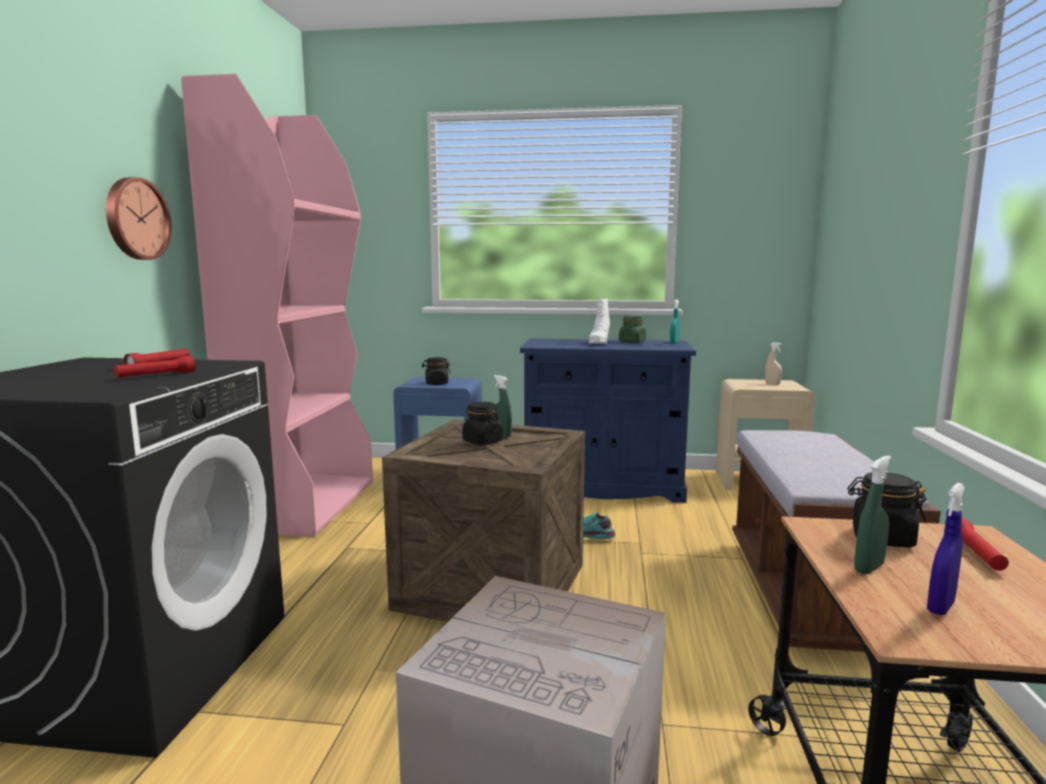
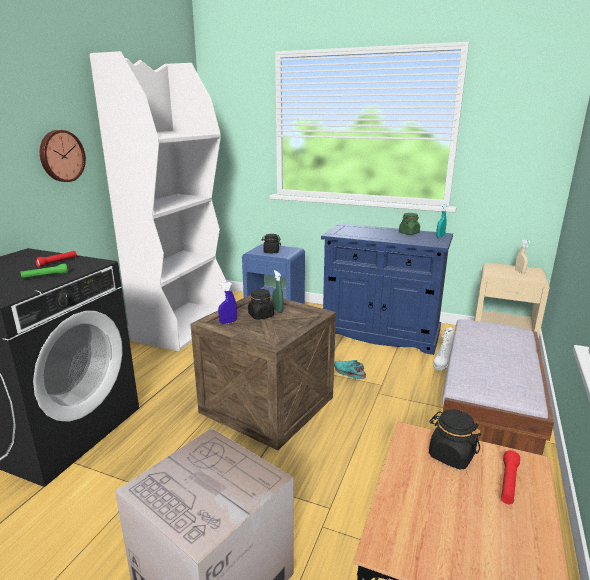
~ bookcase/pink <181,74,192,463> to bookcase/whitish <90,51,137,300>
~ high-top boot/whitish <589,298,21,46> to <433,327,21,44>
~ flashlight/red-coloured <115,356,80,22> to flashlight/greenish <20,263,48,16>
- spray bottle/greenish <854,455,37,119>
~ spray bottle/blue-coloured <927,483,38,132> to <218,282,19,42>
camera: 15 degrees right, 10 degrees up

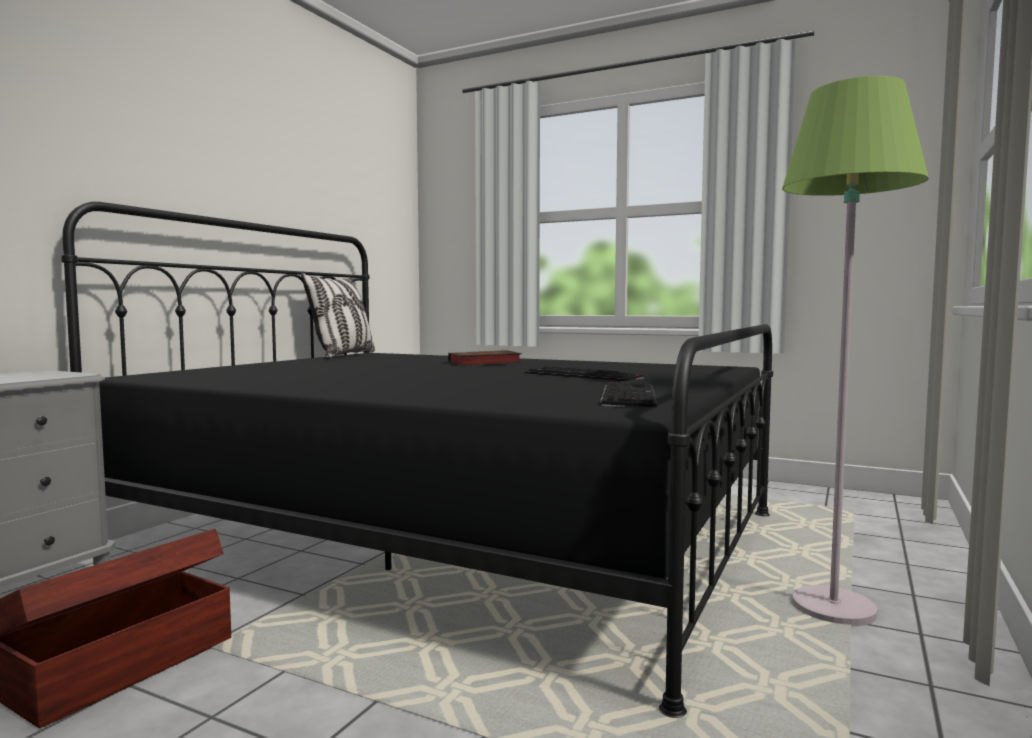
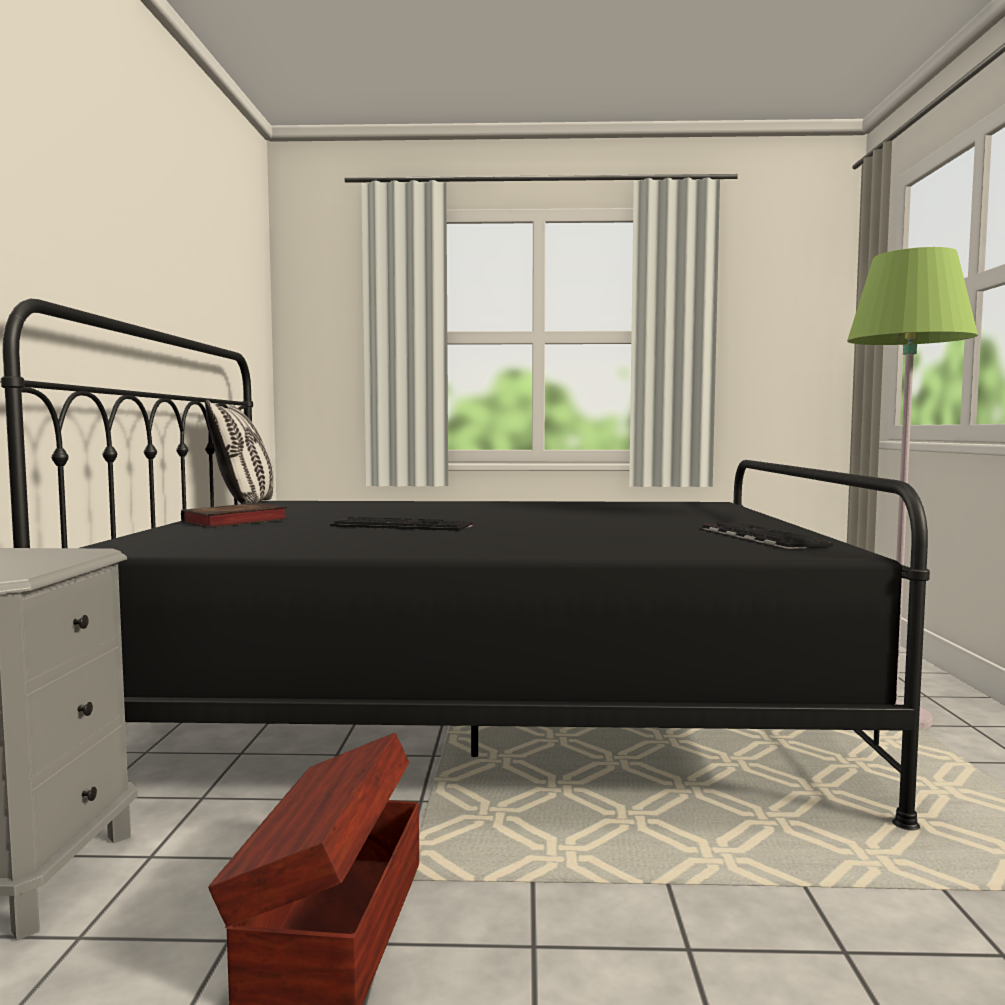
~ bound book <448,350,74,16> to <181,503,107,25>
~ computer keyboard <525,366,119,15> to <330,517,143,14>
camera: 25 degrees left, 0 degrees up

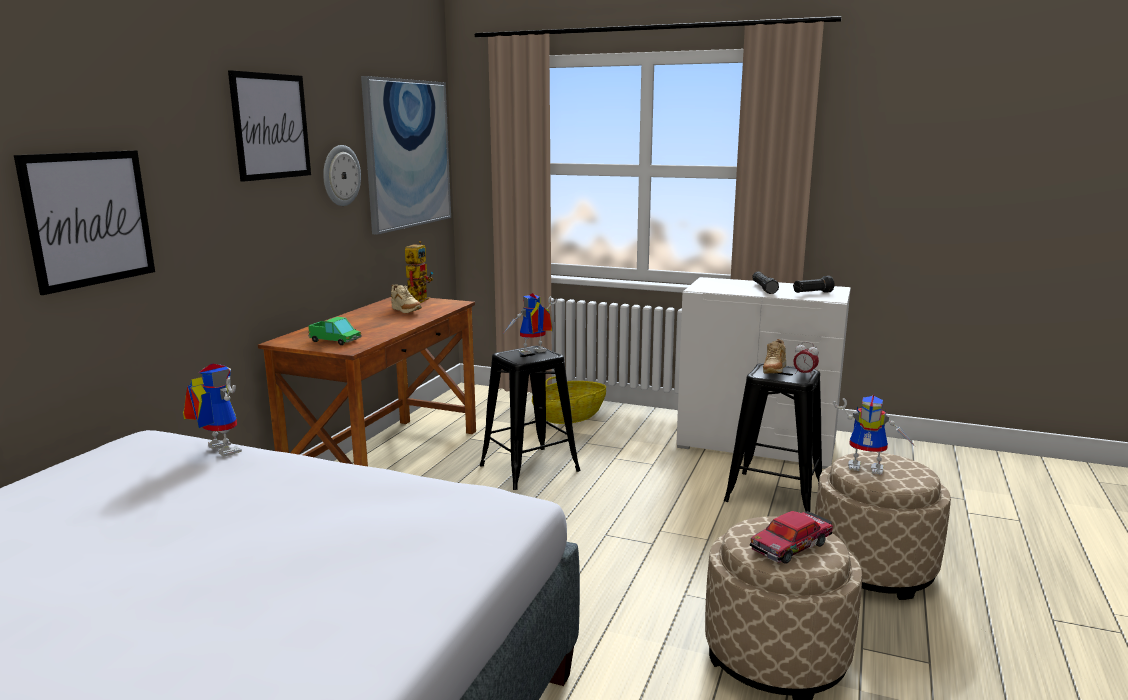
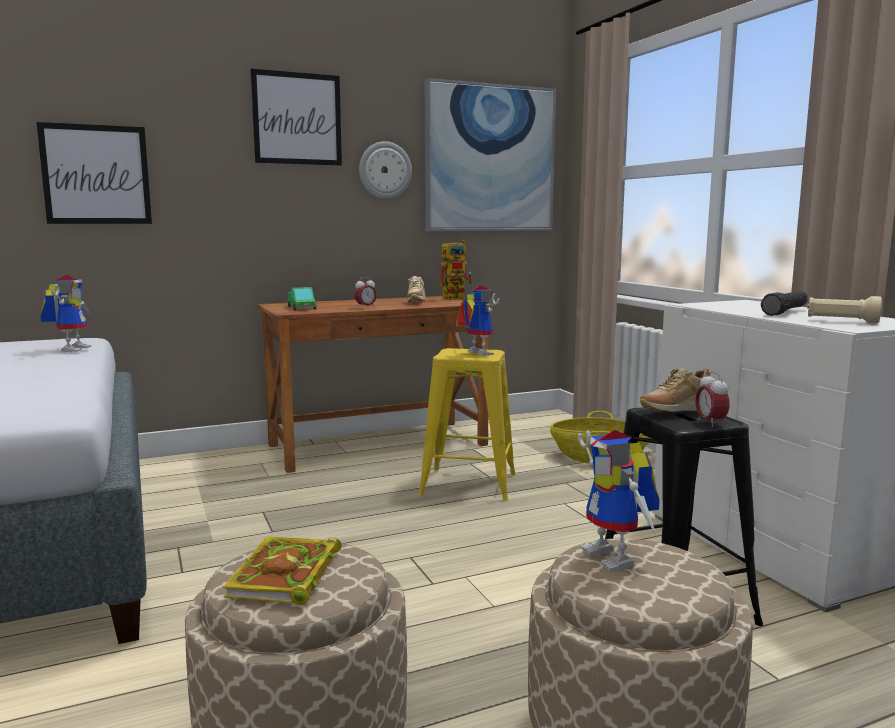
~ flashlight/black-coloured <793,276,42,17> to flashlight/sand-coloured <807,296,75,28>
~ model robot <504,293,53,62> = <456,286,43,70> 45 degrees clockwise
~ stool/black-coloured <480,346,100,144> to stool/yellow <418,348,98,153>
~ toy car <750,511,83,53> to bound book <223,537,119,68>
+ bedside clock <354,277,23,31>
camera: 45 degrees right, 5 degrees down

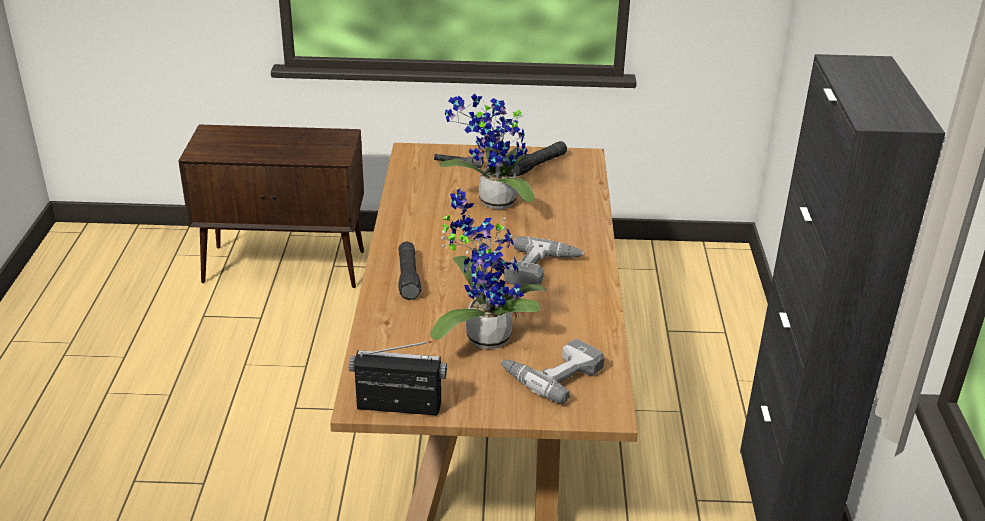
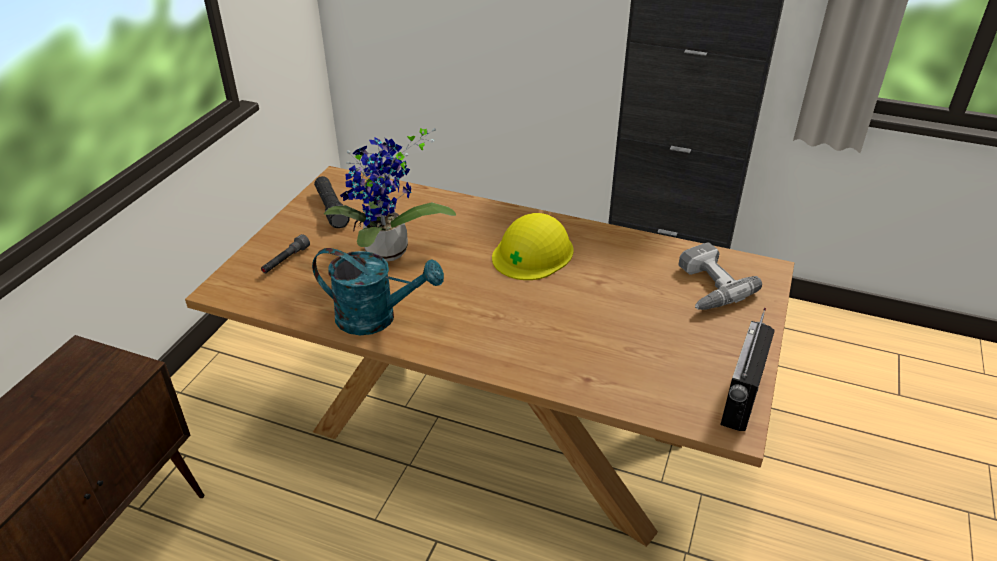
- potted plant <430,188,117,161>
~ electric drill <504,236,80,49> to hard hat/yellow <492,213,82,67>
- flashlight/black-coloured <398,241,23,59>
+ sprinkling can/turquoise <312,248,132,87>
camera: 70 degrees left, 5 degrees up

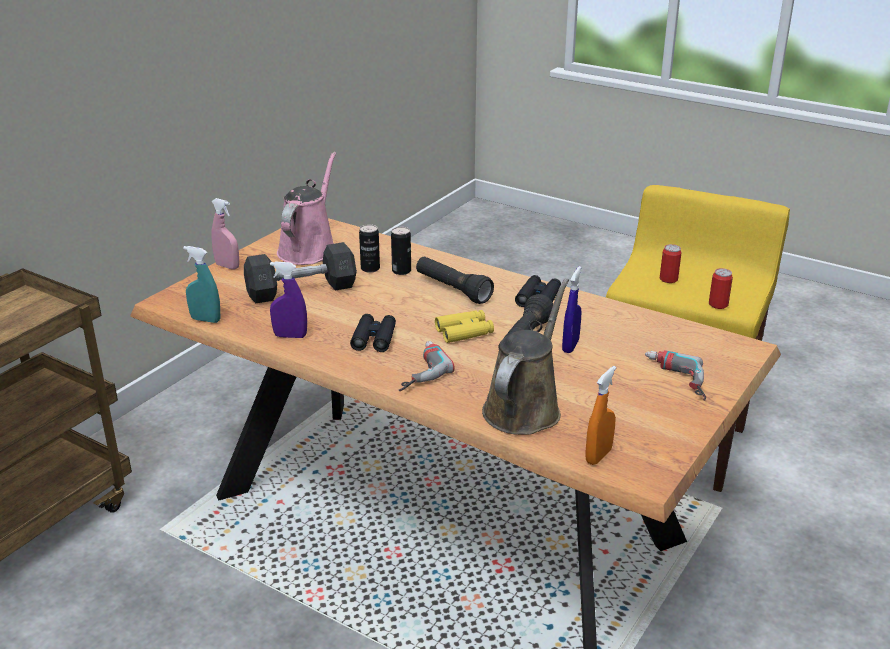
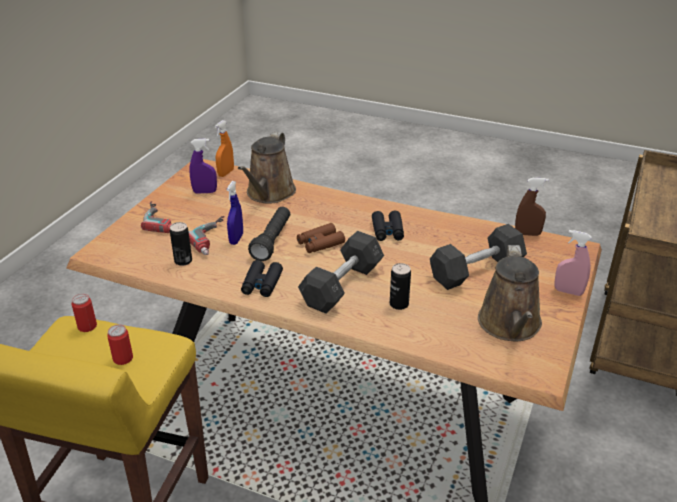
~ sprinkling can/pink <277,152,59,113> to sprinkling can/brown <478,245,64,96>
~ can <359,224,21,49> to <170,222,22,44>
~ spray bottle/turquoise <183,246,37,77> to spray bottle/brown <515,178,34,58>
~ flashlight/black-coloured <416,257,78,47> to free weight/greyish <298,231,86,83>
~ spray bottle/purple-coloured <270,262,37,76> to <189,138,28,56>
~ pair of binoculars/yellow <435,310,59,33> to pair of binoculars/brown <297,223,48,30>
~ electric drill <399,341,55,50> to <189,216,35,39>
camera: 170 degrees right, 5 degrees up

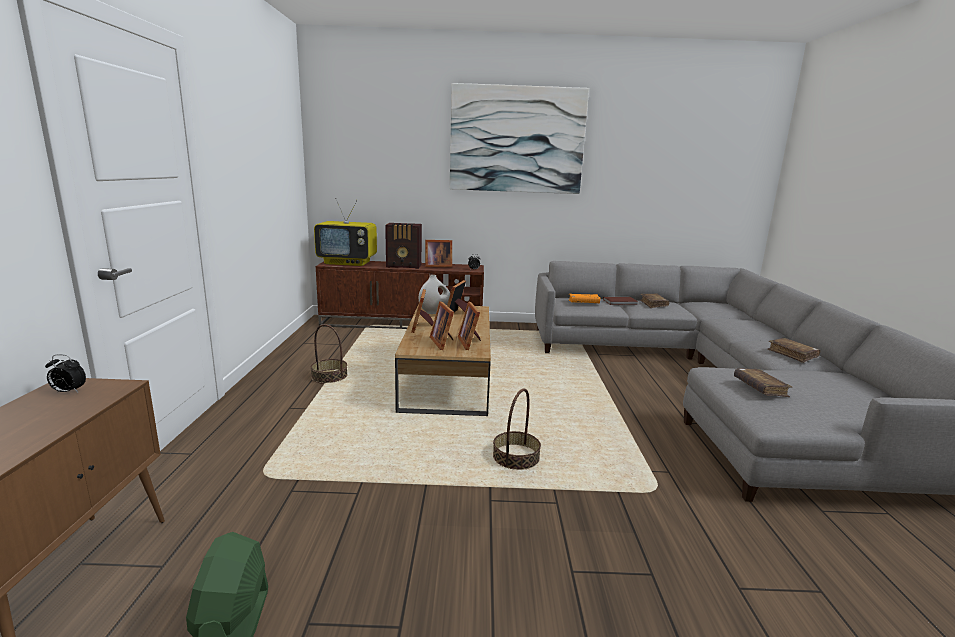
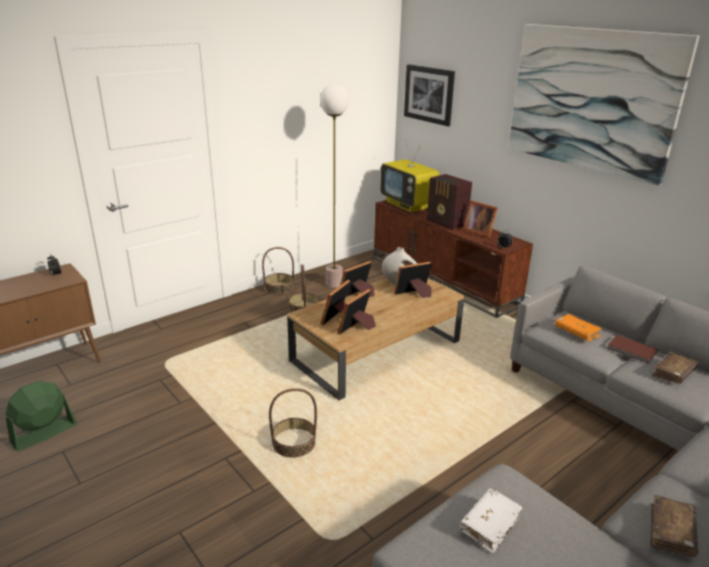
~ bound book/brown <734,368,58,29> to bound book/whitish <460,488,63,65>
+ wall picture <404,64,51,62>
+ standing lamp <320,84,29,204>
+ storage basket <262,247,32,48>
camera: 50 degrees right, 10 degrees up

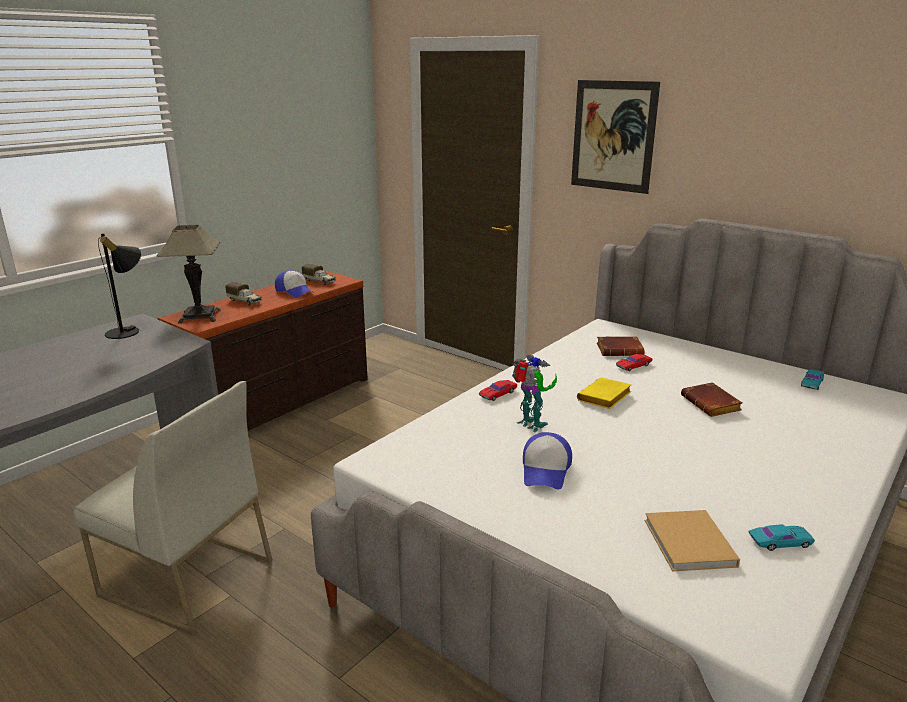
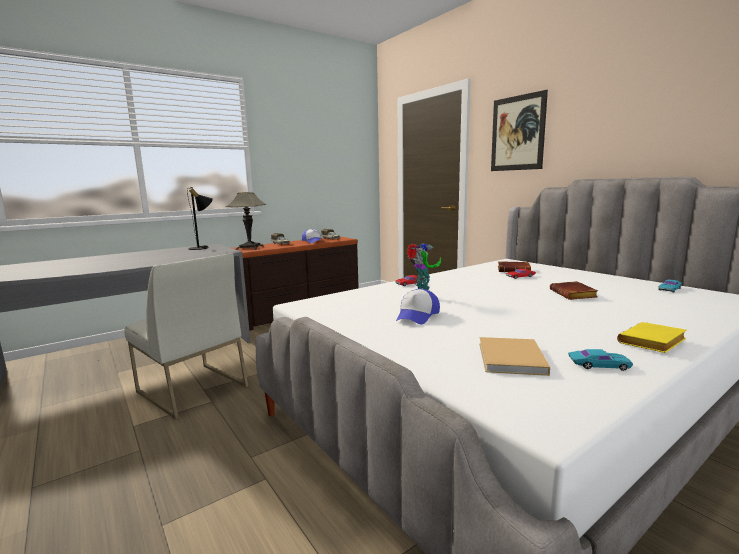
~ bound book/yellow <577,377,54,32> to <617,322,70,31>
camera: 15 degrees right, 10 degrees down

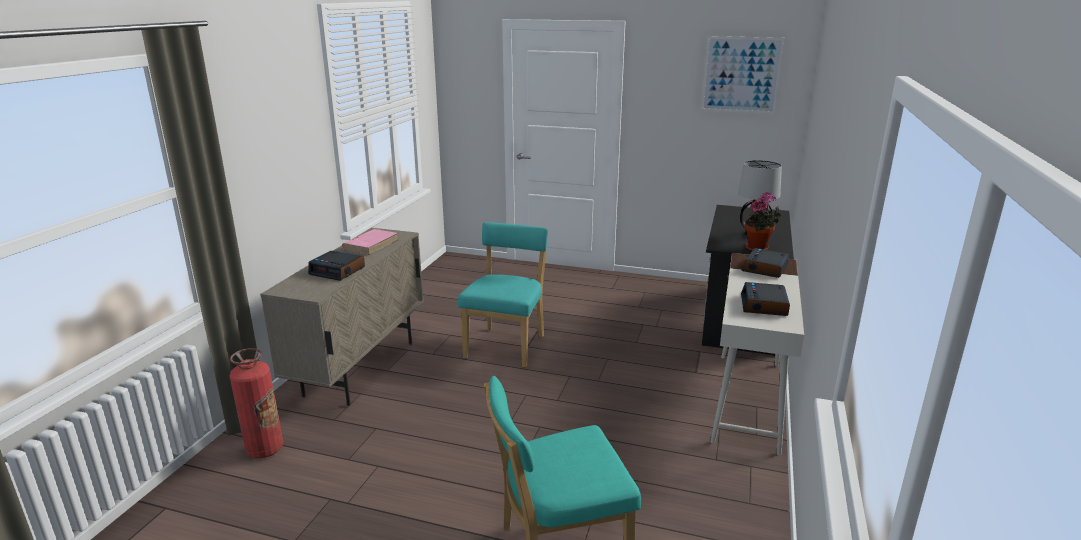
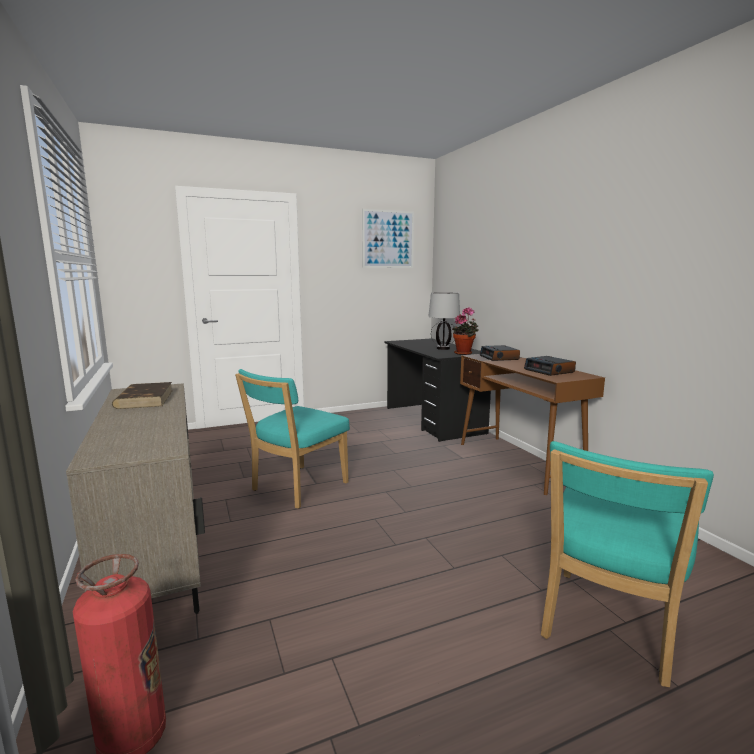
~ plain chair/turquoise <458,222,90,145> = <235,369,115,140> 120 degrees counterclockwise
~ bound book/pink <342,229,56,26> to bound book/brown <112,382,60,27>
- bedside clock <308,251,57,30>
~ desk table/whitish <711,253,93,203> to desk table/brown <460,354,145,141>
camera: 40 degrees left, 10 degrees down

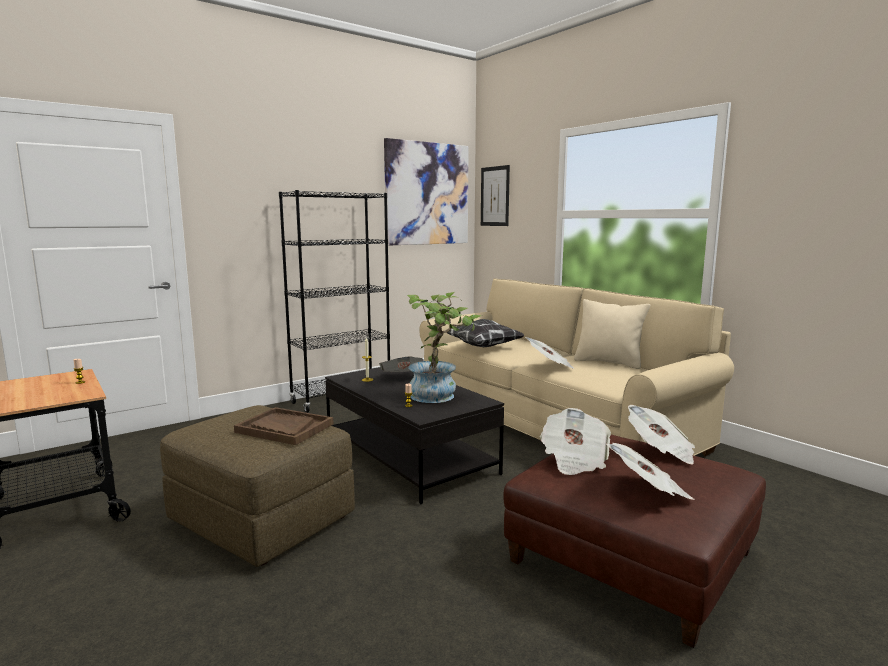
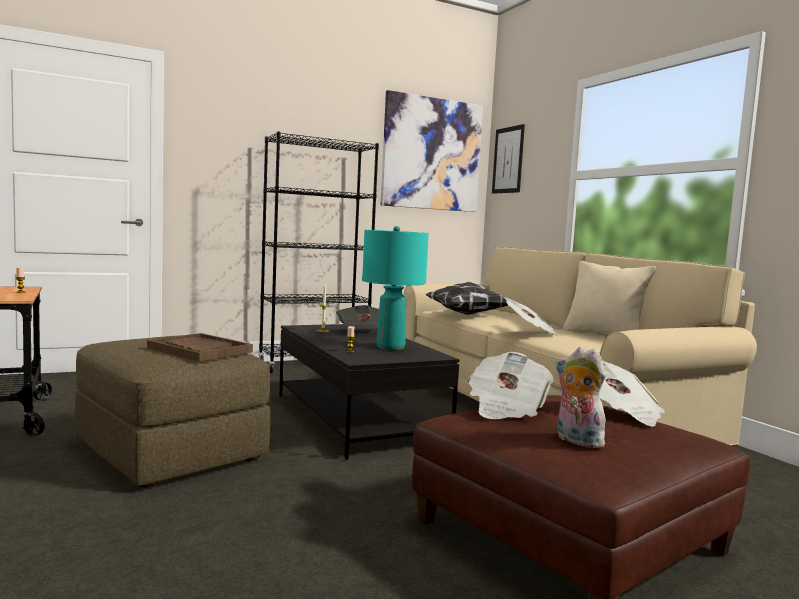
~ potted plant <407,292,75,111> to table lamp/turquoise <362,226,67,124>
~ newspaper <606,443,88,57> to soft toy <555,347,56,101>
camera: 10 degrees right, 5 degrees down

